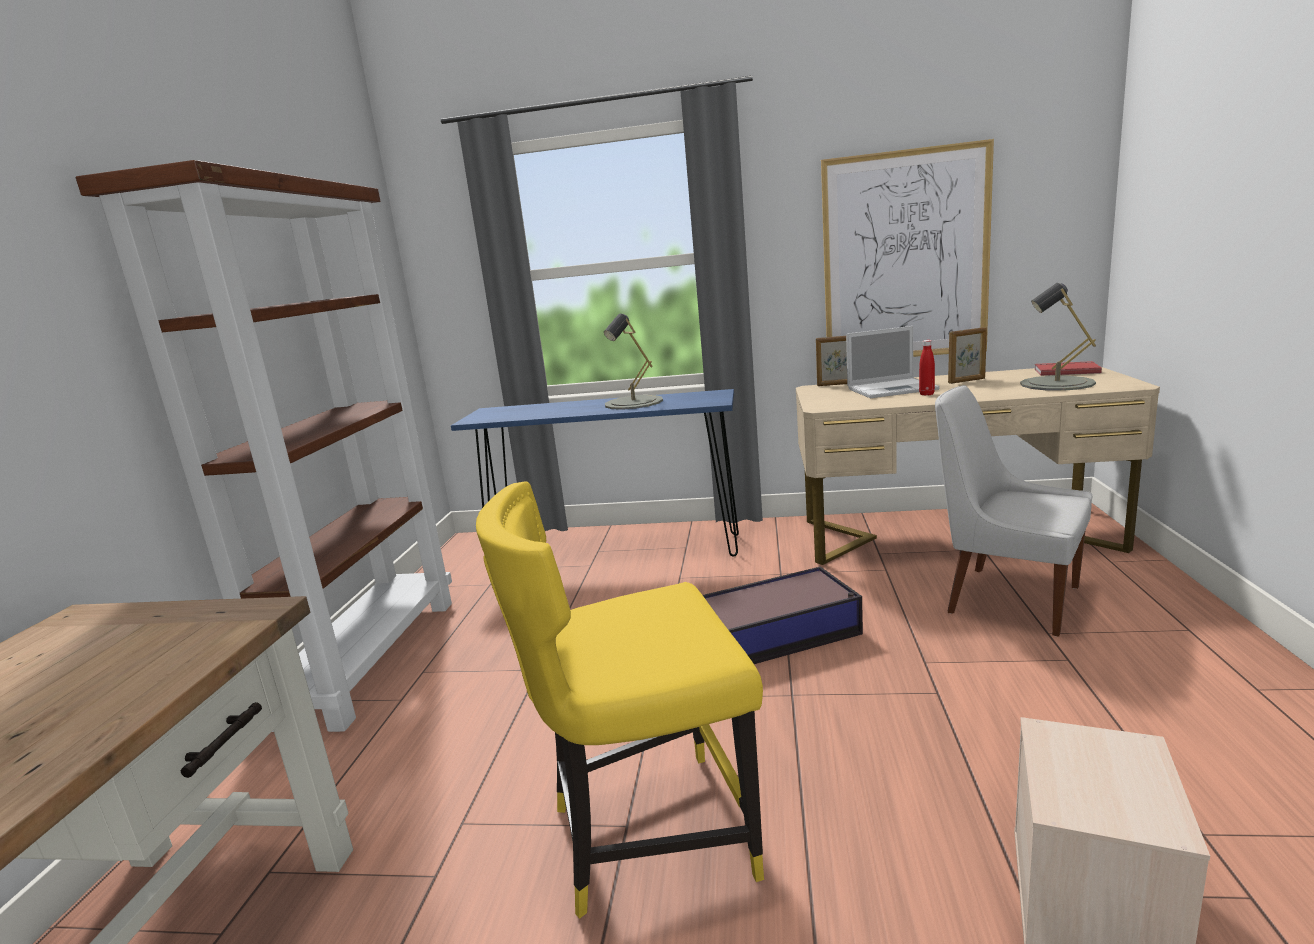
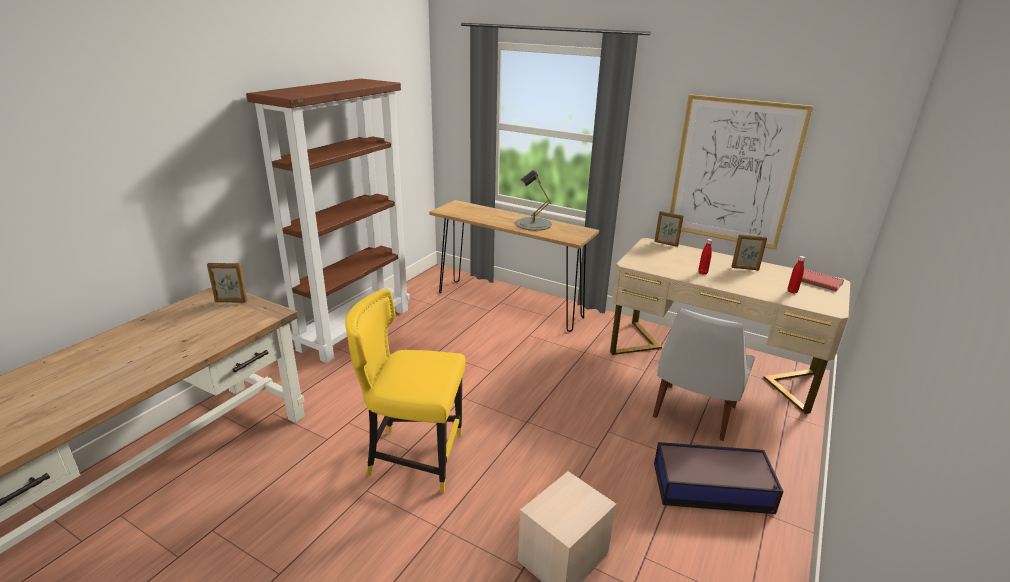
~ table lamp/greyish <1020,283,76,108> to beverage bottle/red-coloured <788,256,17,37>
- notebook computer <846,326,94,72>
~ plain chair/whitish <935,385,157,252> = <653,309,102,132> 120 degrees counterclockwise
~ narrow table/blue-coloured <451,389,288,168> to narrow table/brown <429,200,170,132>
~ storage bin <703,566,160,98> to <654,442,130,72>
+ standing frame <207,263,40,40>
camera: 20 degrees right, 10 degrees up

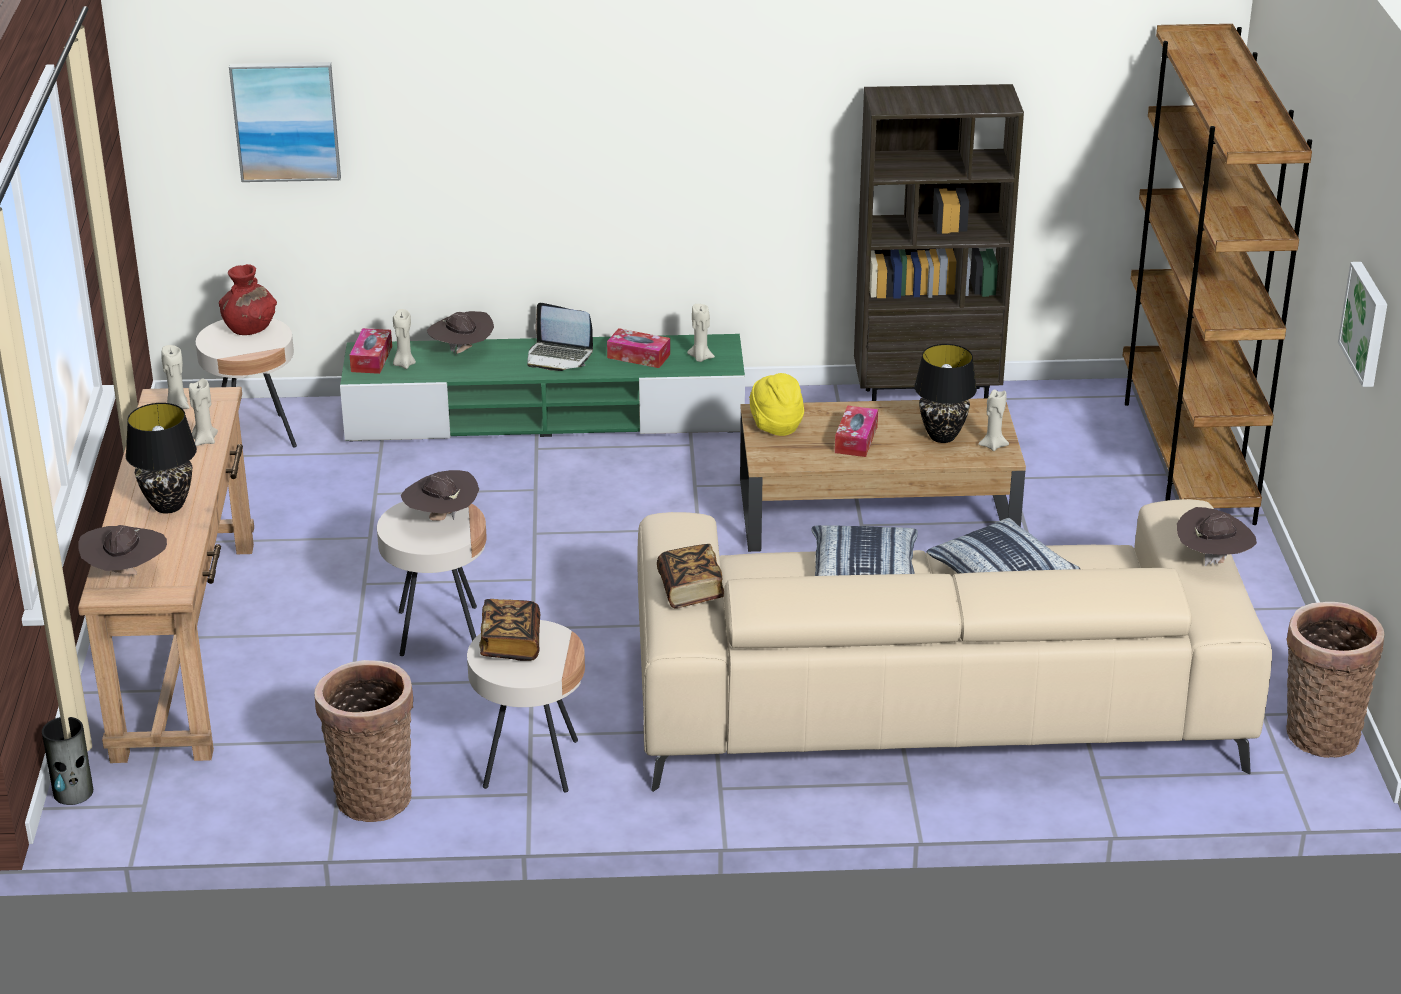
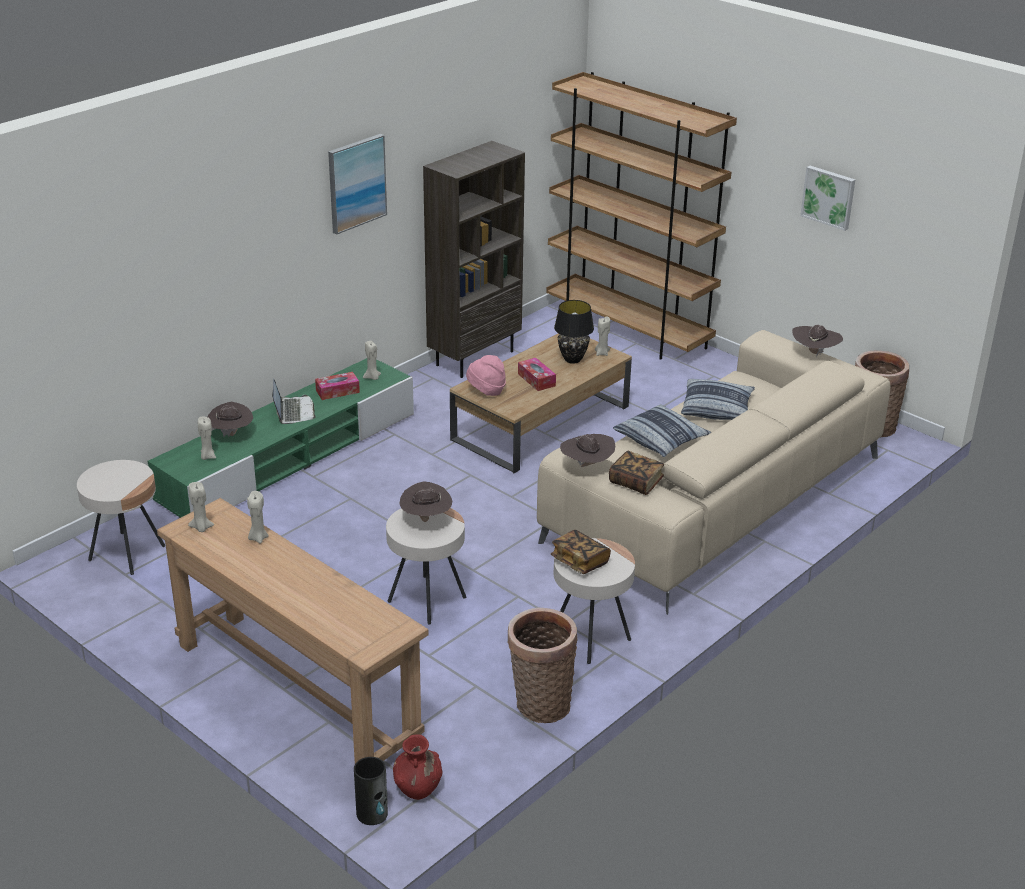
~ wall picture <229,62,112,120> to <328,134,59,101>
~ flower vase/red-coloured <219,264,58,71> to <393,734,50,66>
~ notebook computer <527,303,66,68> = <272,379,44,45> 75 degrees counterclockwise
- tissue holder <350,328,42,46>
~ clothing hat/yellow <749,373,55,63> to clothing hat/pink <466,355,40,41>
- table lamp/black-coloured <126,403,71,110>
~ clothing hat/brown <78,525,89,50> to <560,434,55,33>
camera: 45 degrees left, 0 degrees up

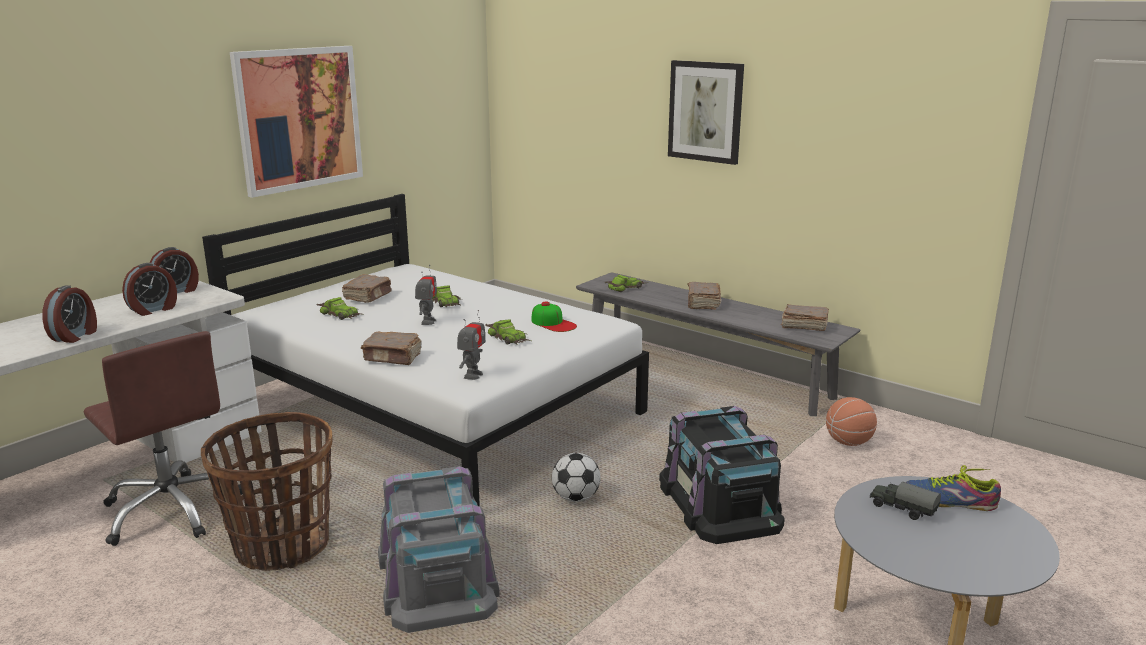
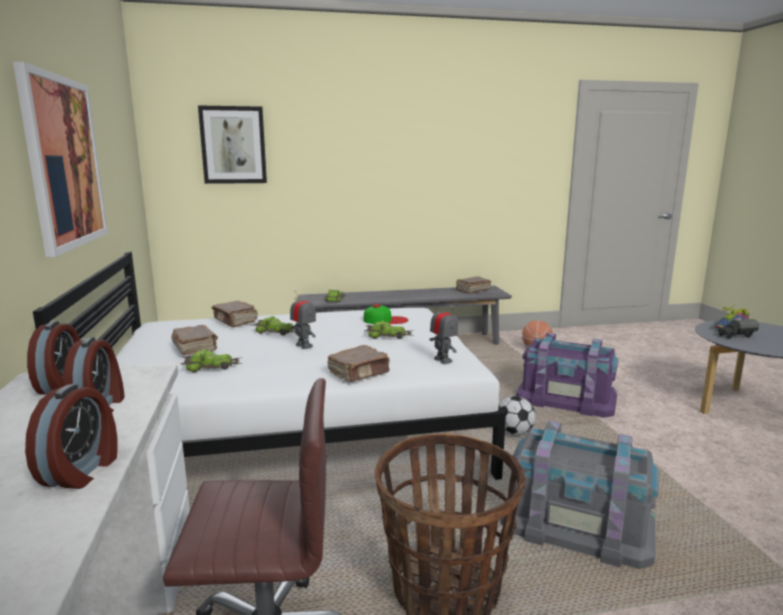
~ wall picture <668,60,76,105> to <198,105,69,79>
~ bound book/brown <688,282,33,28> to <211,301,47,26>
~ bedside clock <42,285,55,58> = <25,384,93,105> 45 degrees clockwise
~ storage bin/black-coloured <659,406,126,138> to storage bin/purple-coloured <516,333,102,85>
camera: 50 degrees left, 5 degrees down

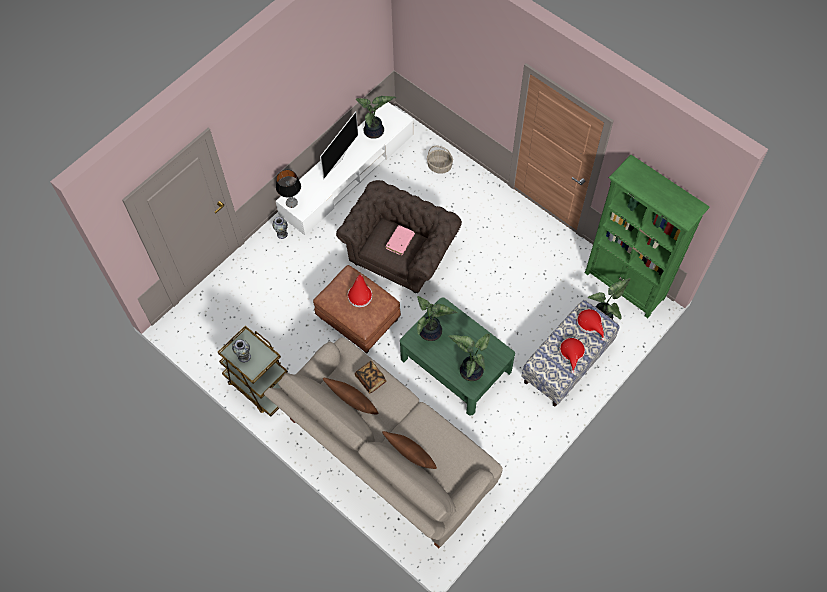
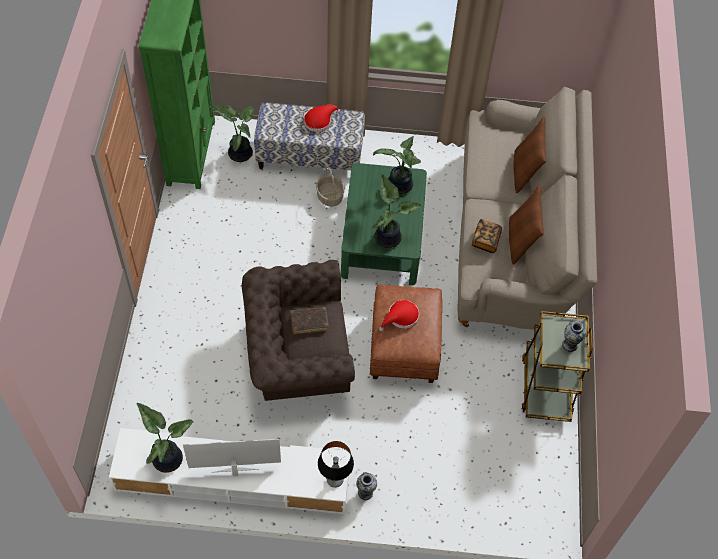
~ storage basket <427,146,26,28> to <316,166,29,41>
~ bound book/pink <386,225,29,30> to bound book/brown <290,307,39,28>
- clothing hat/red-coloured <576,309,29,32>
camera: 130 degrees left, 5 degrees down

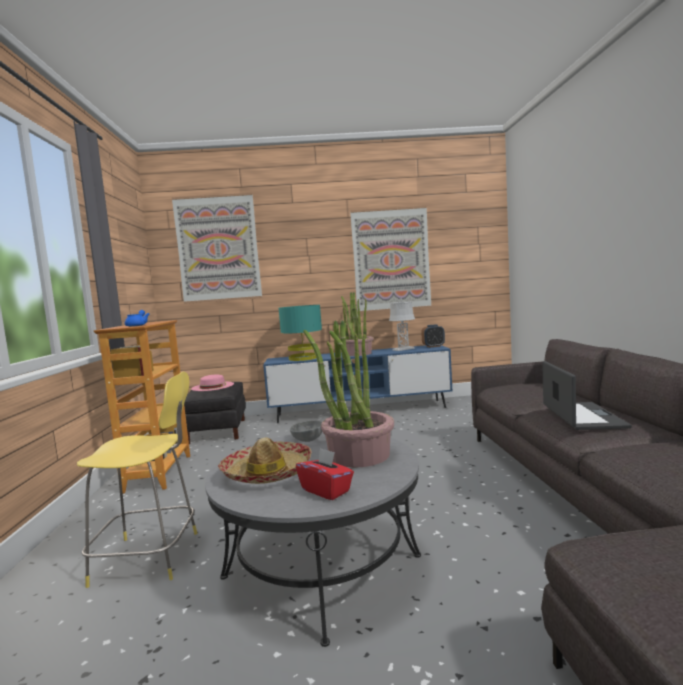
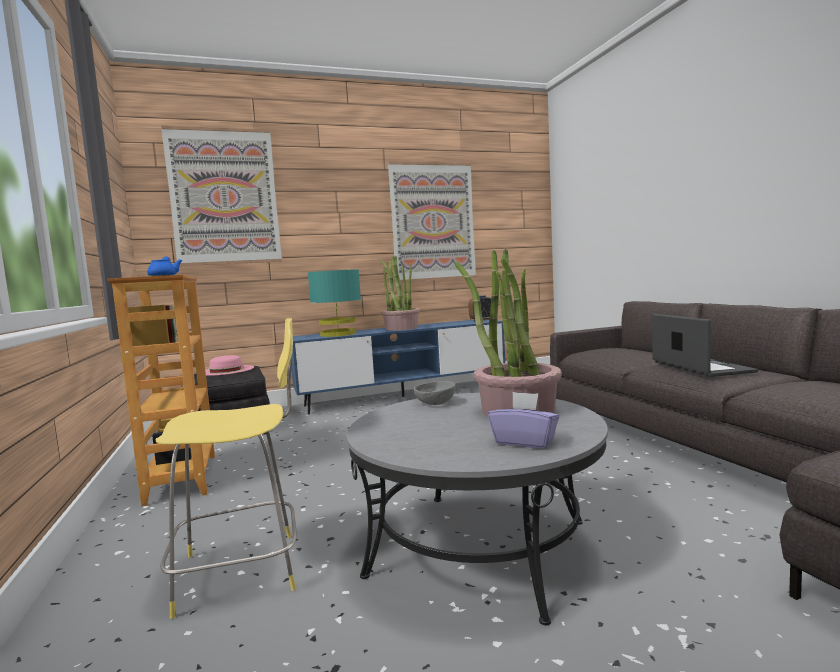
- table lamp/greyish <389,298,26,53>
- clothing hat <218,437,94,47>
~ tissue holder/red-coloured <296,448,58,52> to tissue holder/purple-coloured <488,392,71,57>
camera: 15 degrees left, 0 degrees up

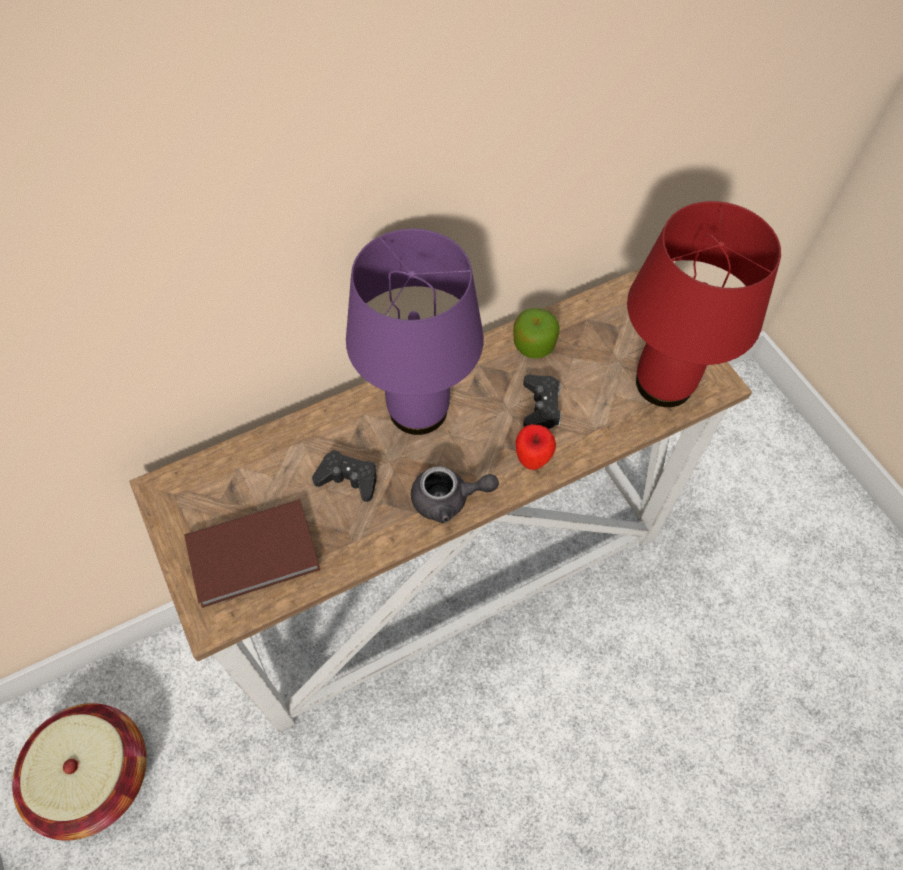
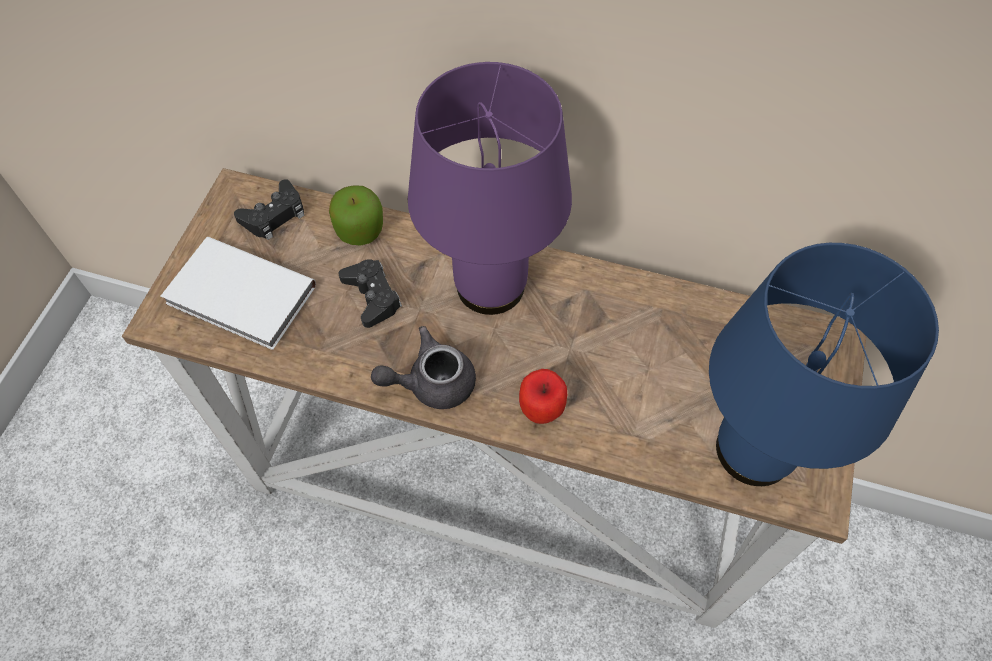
~ table lamp/red-coloured <627,201,154,206> to table lamp/blue-coloured <709,243,230,243>
~ whole apple <513,308,46,51> to <329,185,54,61>
~ gamepad/black-coloured <523,375,38,54> to <234,179,71,61>
~ teapot/greyish <411,466,88,57> = <371,326,105,83> 120 degrees clockwise
~ bound book/brown <184,499,136,109> to bound book/whitish <161,237,155,113>
- storage basket <12,703,135,137>
camera: 45 degrees right, 0 degrees up

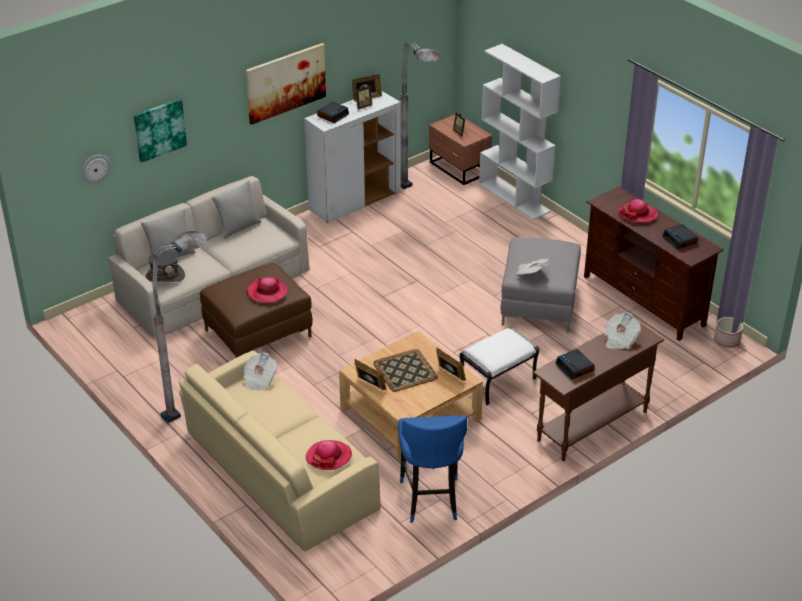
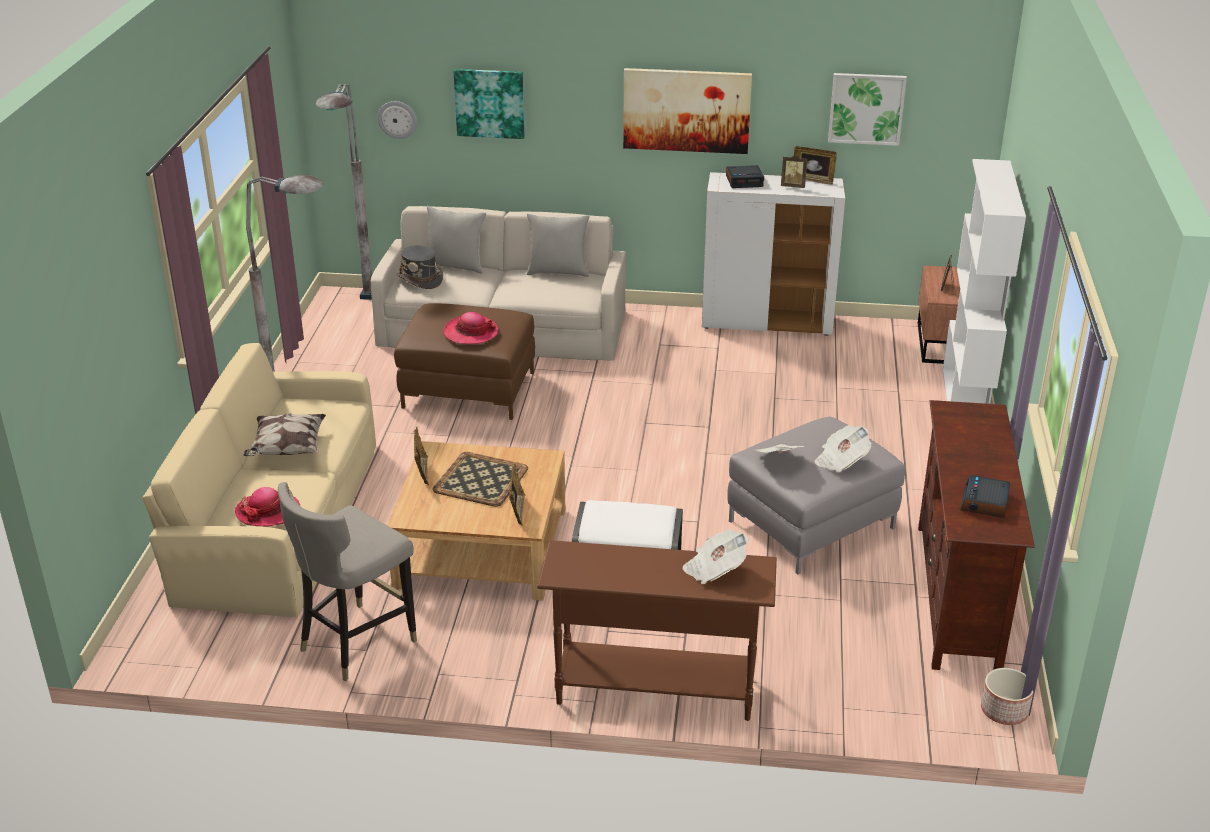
~ standing lamp/greyish <401,42,40,147> to <315,84,57,216>
- clothing hat <618,199,40,24>
- bedside clock <556,349,39,30>
~ newspaper <243,353,35,38> to <815,425,56,47>
~ stool/blue-coloured <398,415,69,108> to stool/greyish <278,482,139,199>
+ wall picture <828,73,79,73>
+ pillow <243,413,83,43>
camera: 45 degrees right, 5 degrees down

